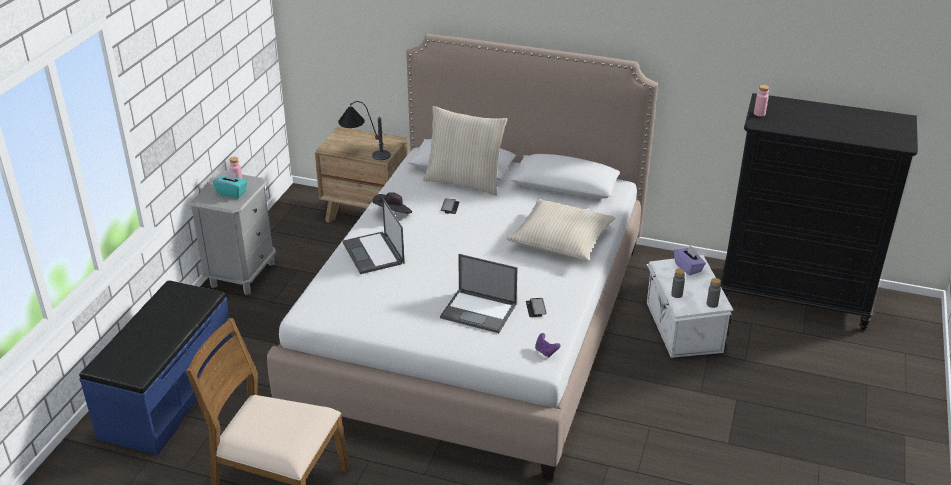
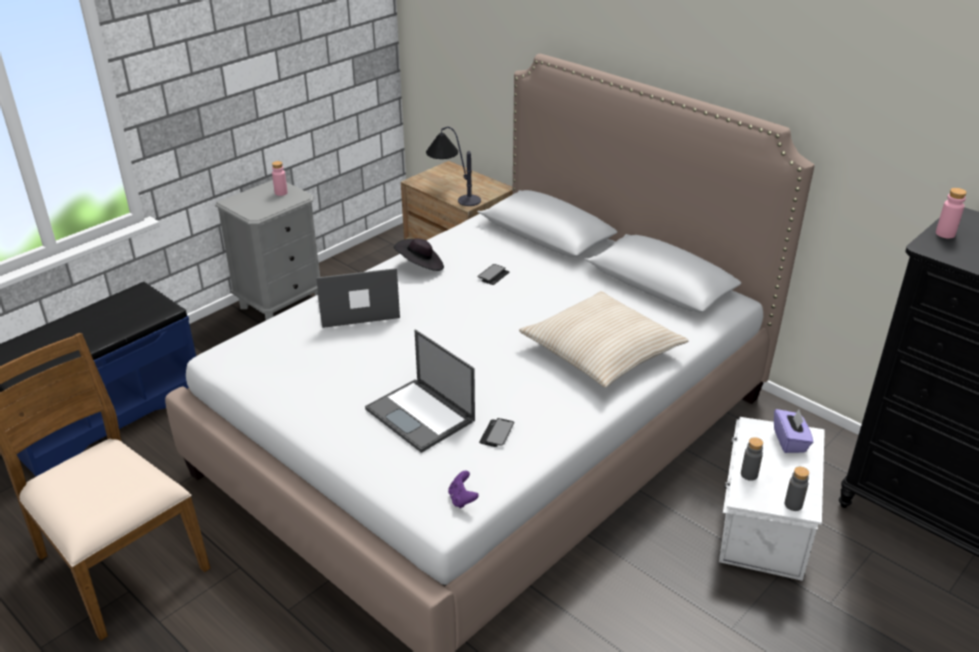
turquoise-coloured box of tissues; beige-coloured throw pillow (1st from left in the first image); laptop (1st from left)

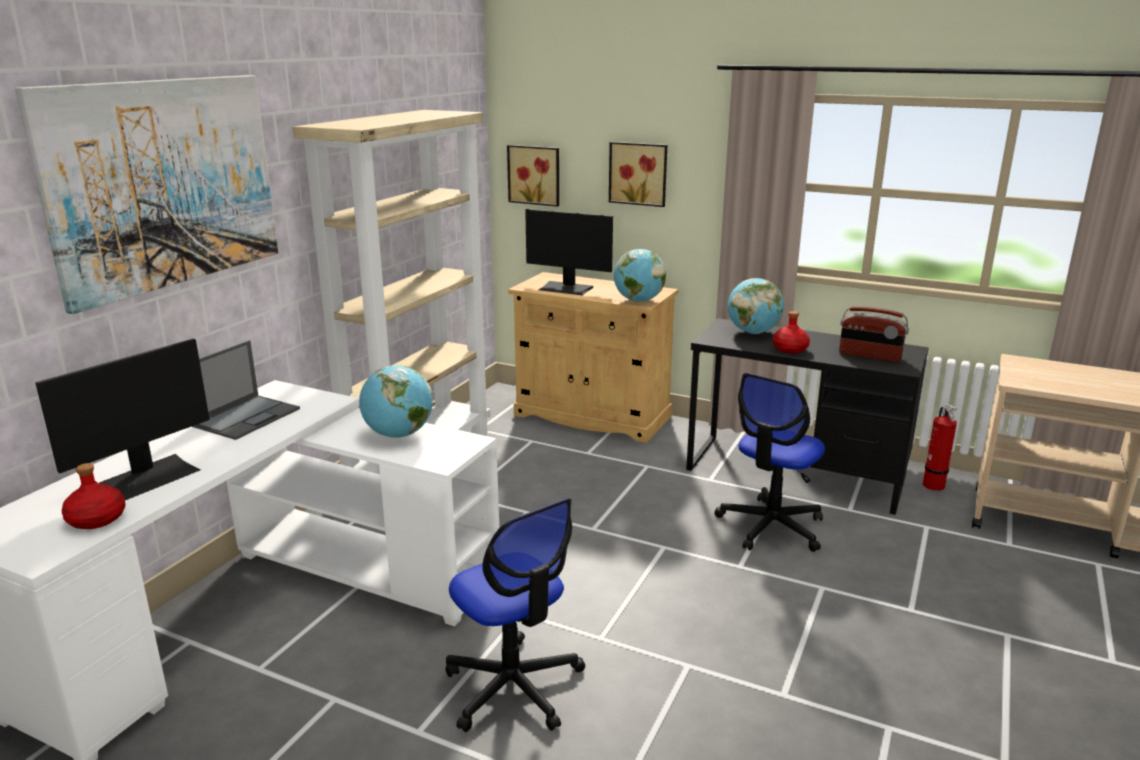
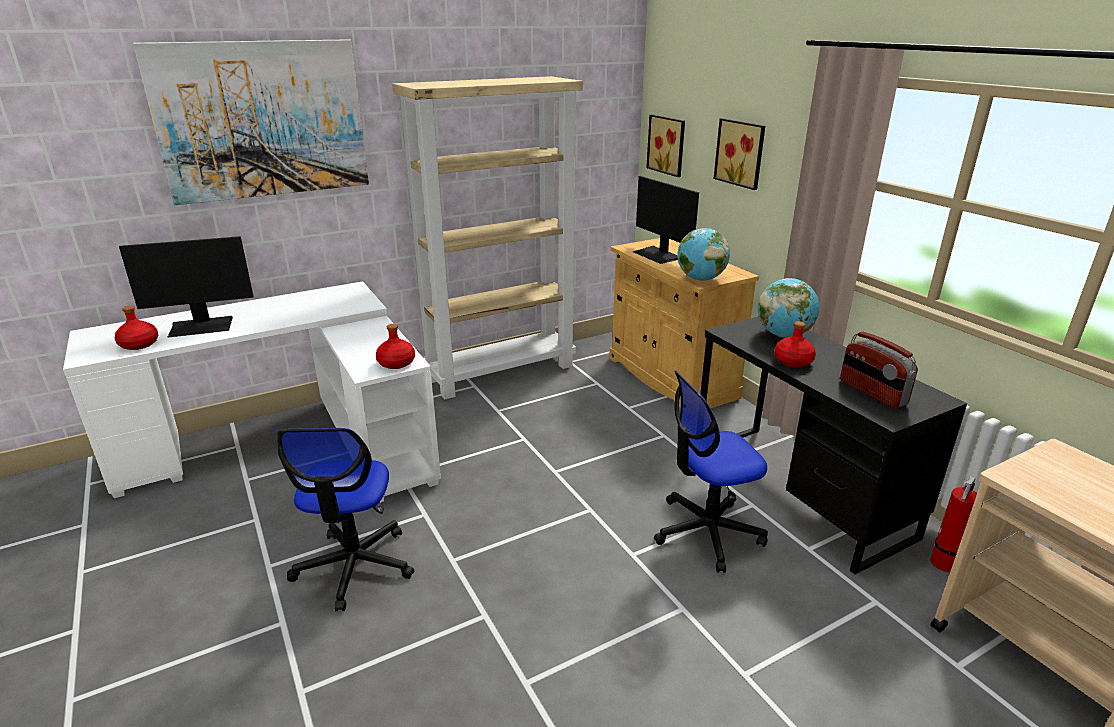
laptop; globe (1st from left in the first image); red-coloured bottle (2nd from left)

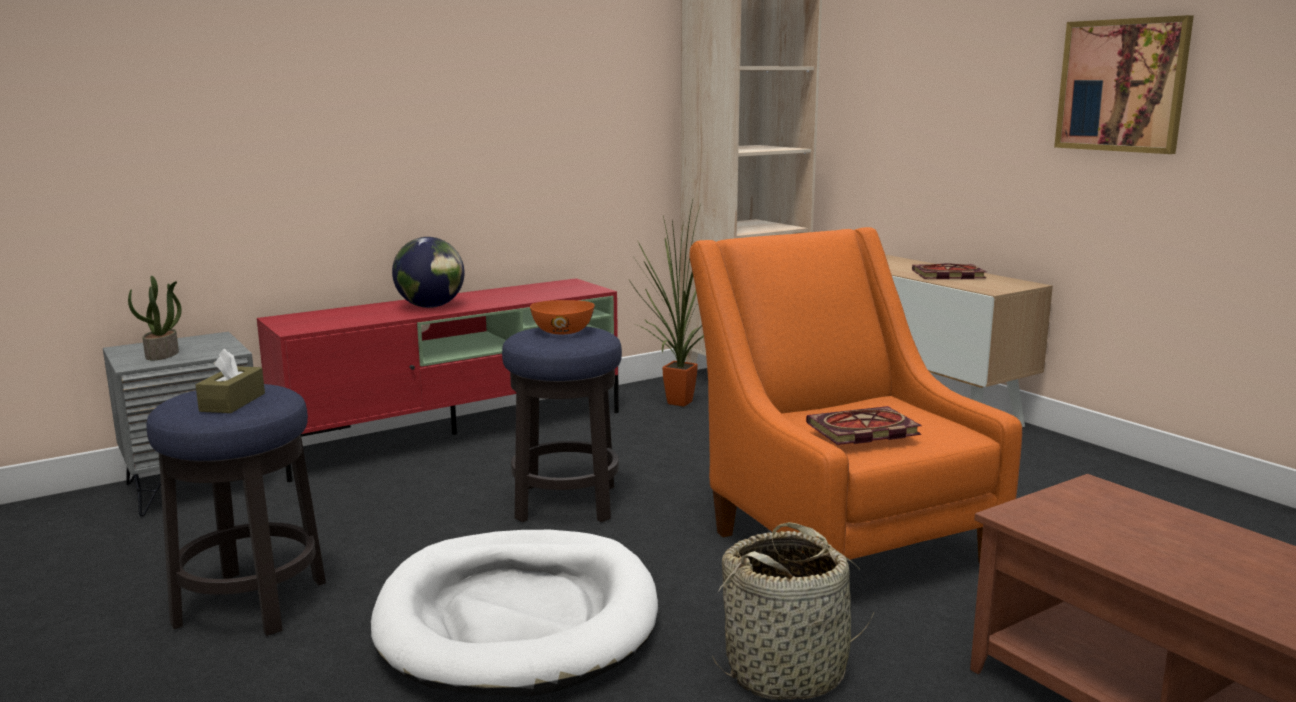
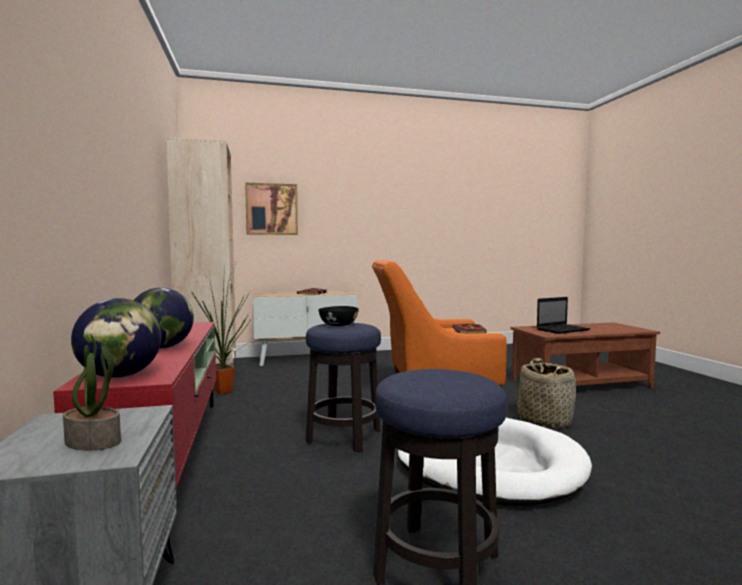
brown-coloured box of tissues; globe (1st from left); laptop; wall picture; black-coloured bowl

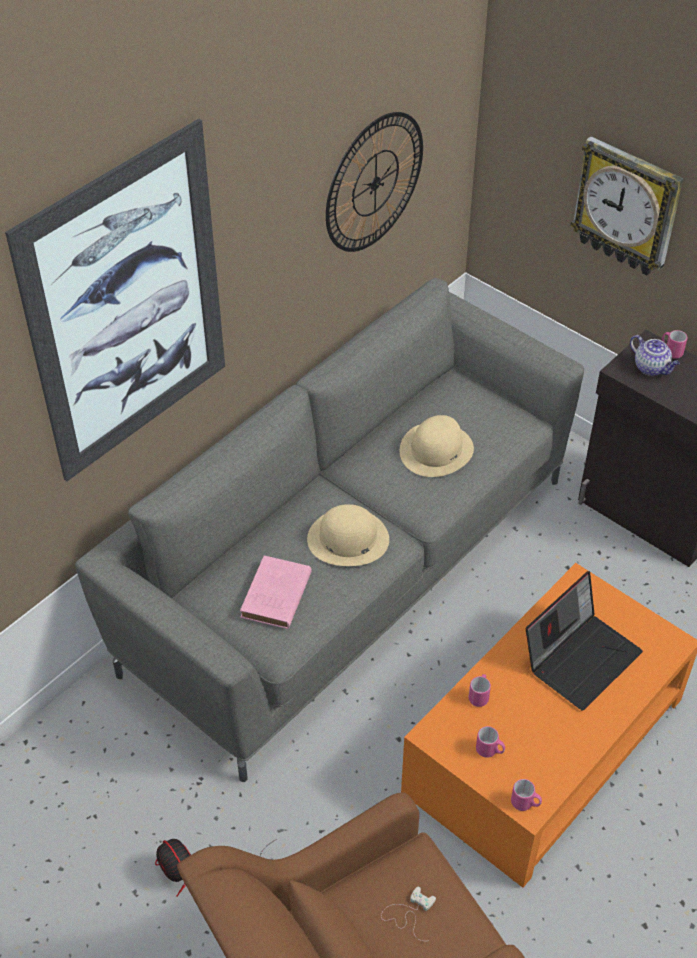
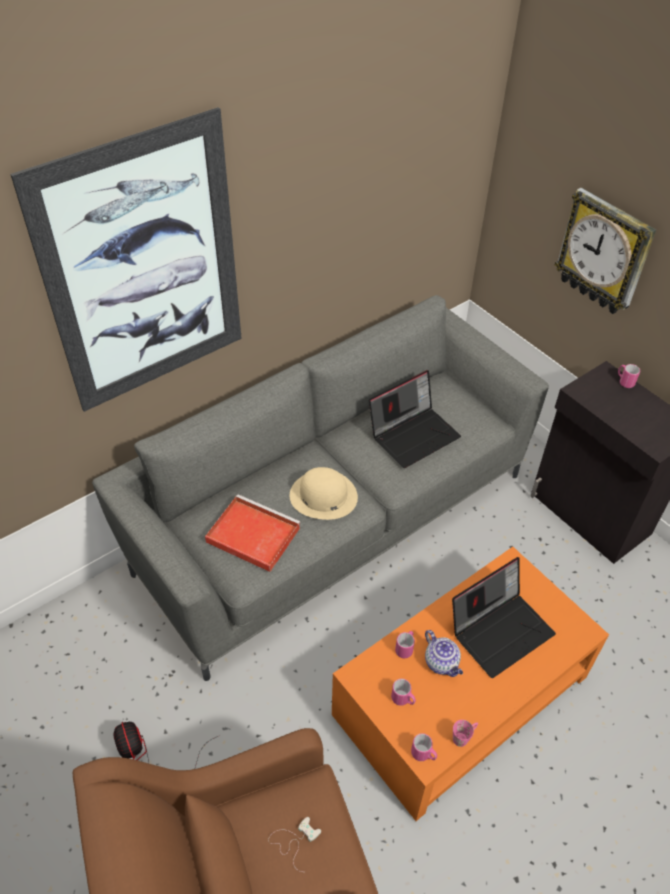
clock on the wall (1st from left in the first image); pinkish coffee mug (4th from left); teapot; red-coloured tray; laptop (1st from left)

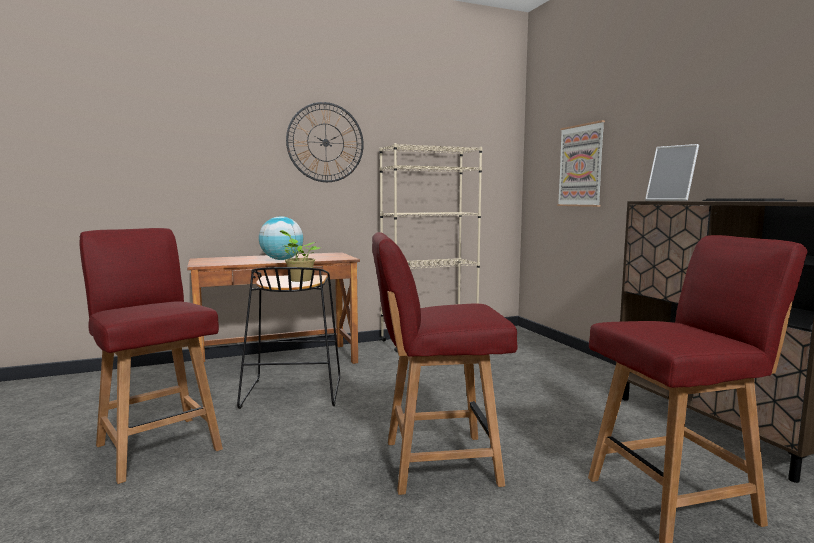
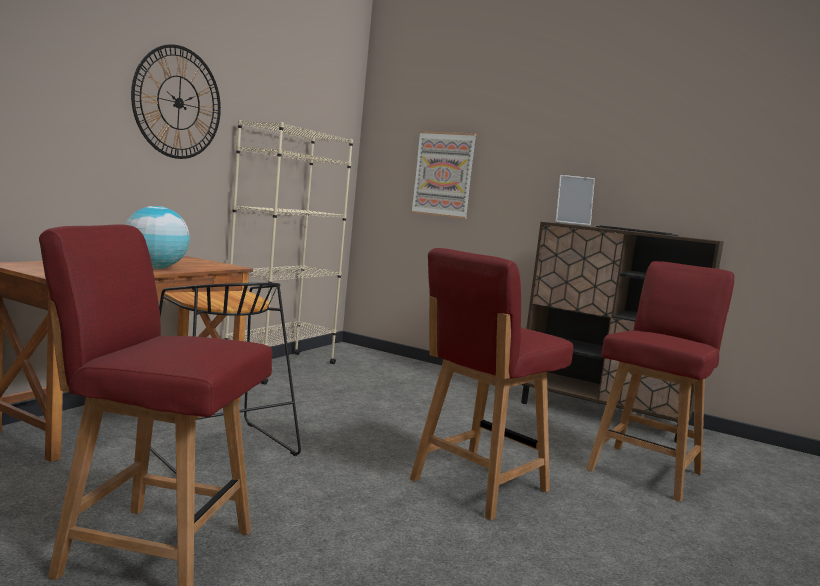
houseplant

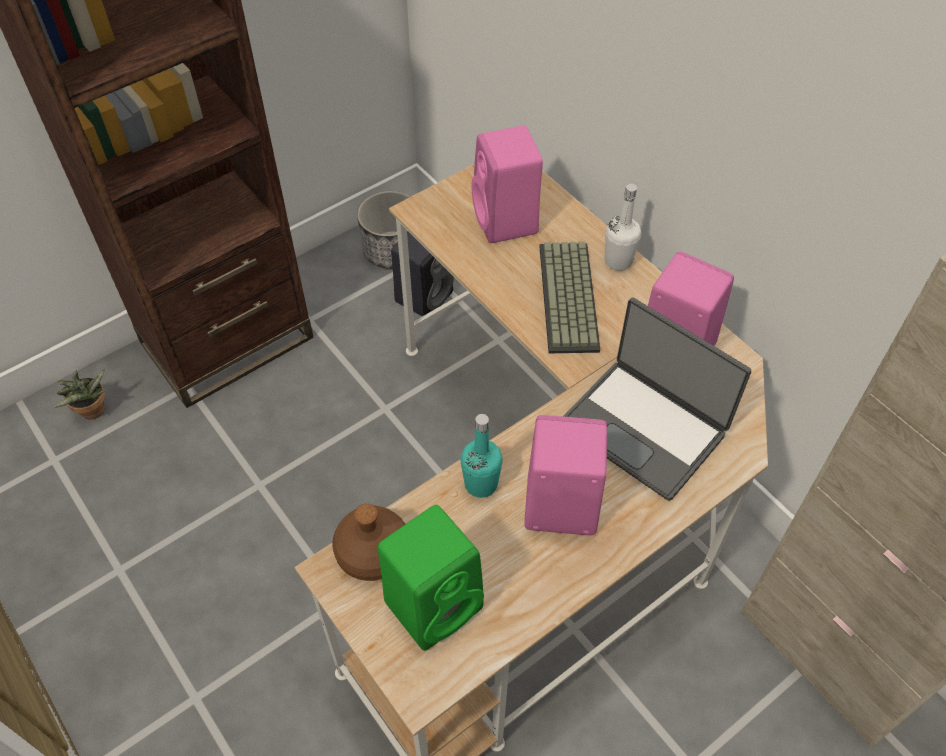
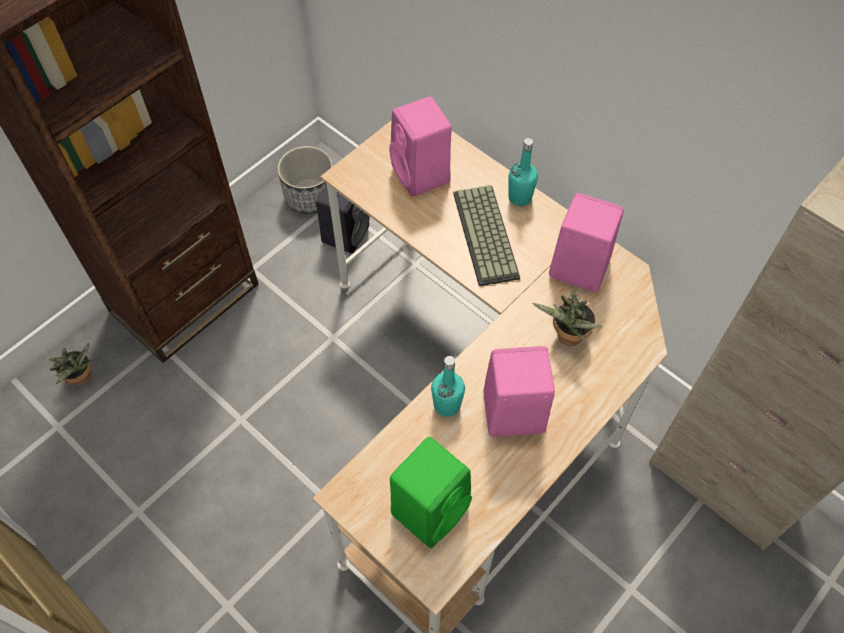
brown-coloured bottle; houseplant (2nd from left); turquoise-coloured bottle (2nd from left)

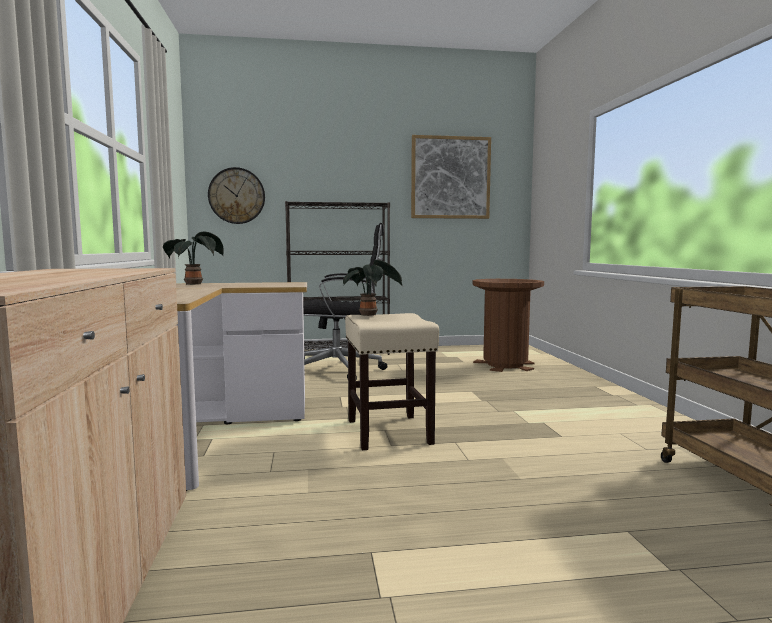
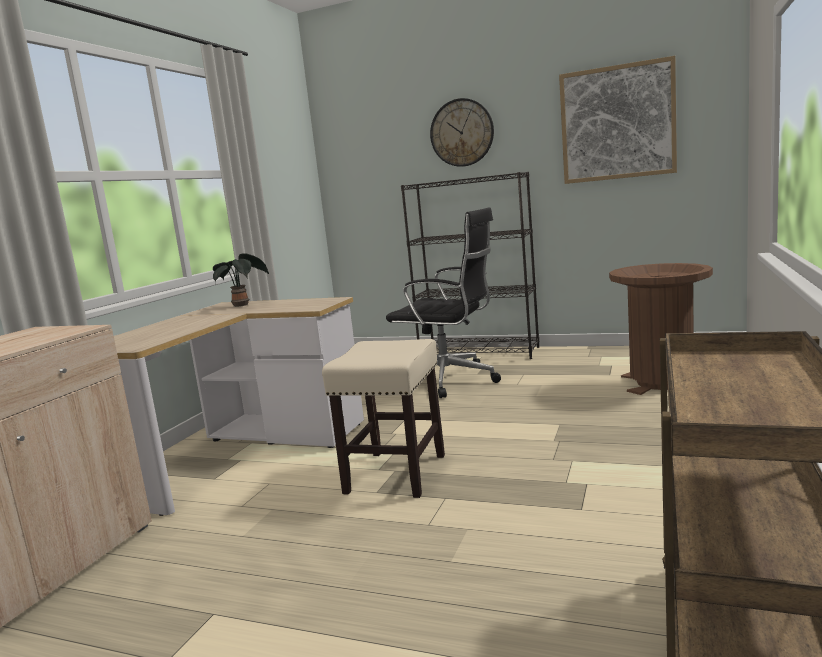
houseplant (2nd from left in the first image); clock on the wall

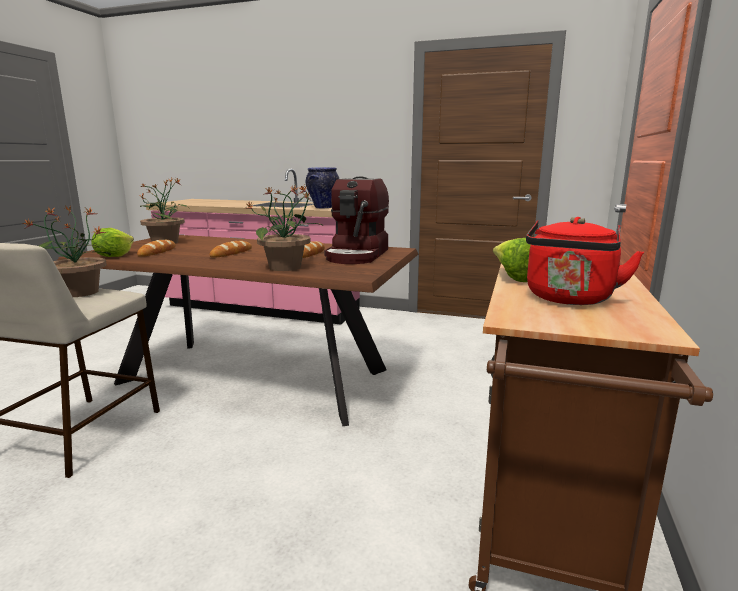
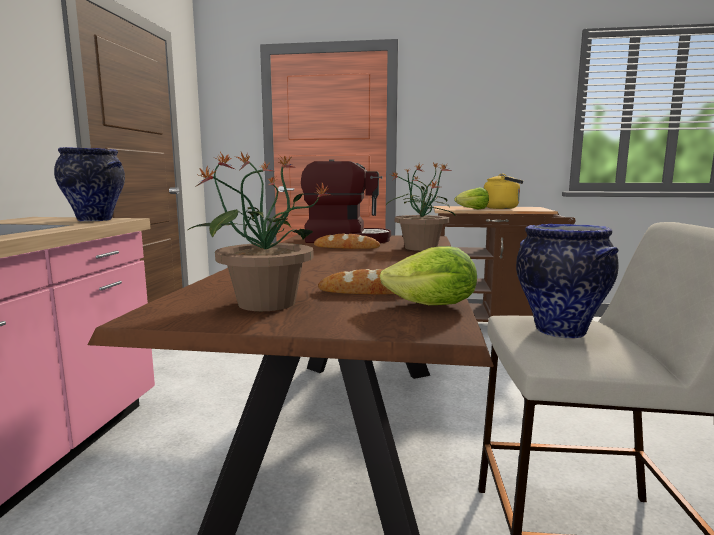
baked bread (2nd from left in the first image); vase (2nd from left); yellow kettle

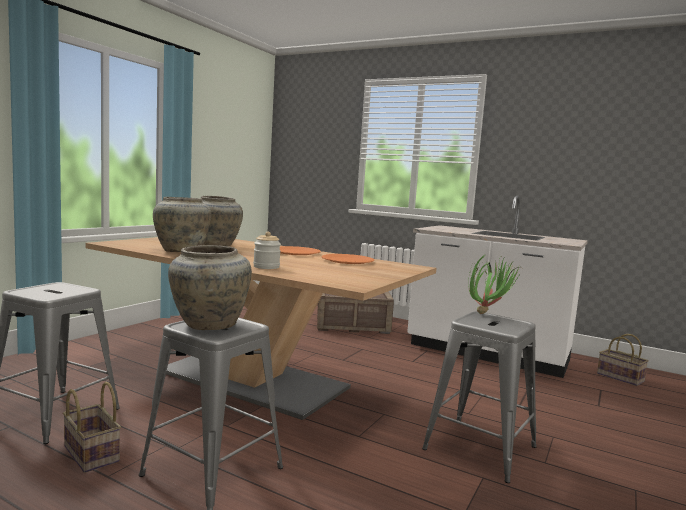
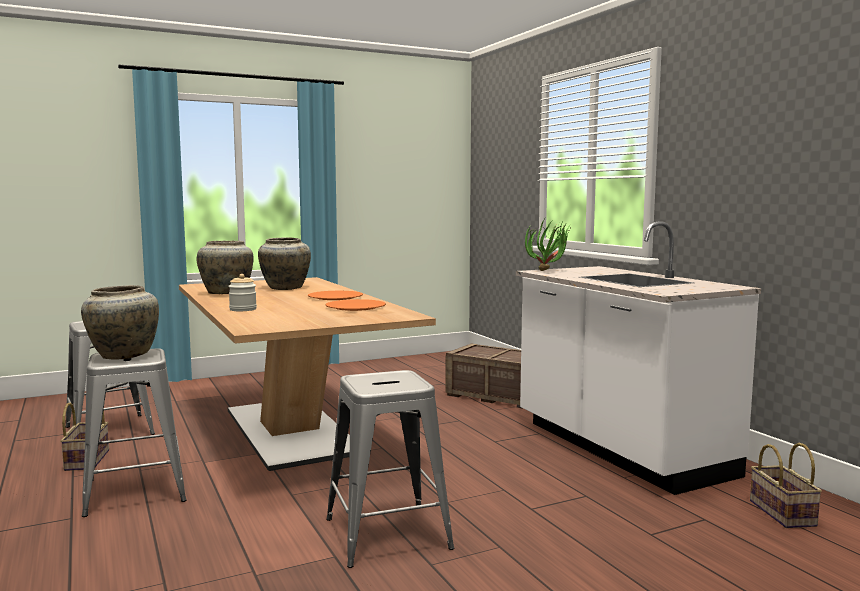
houseplant

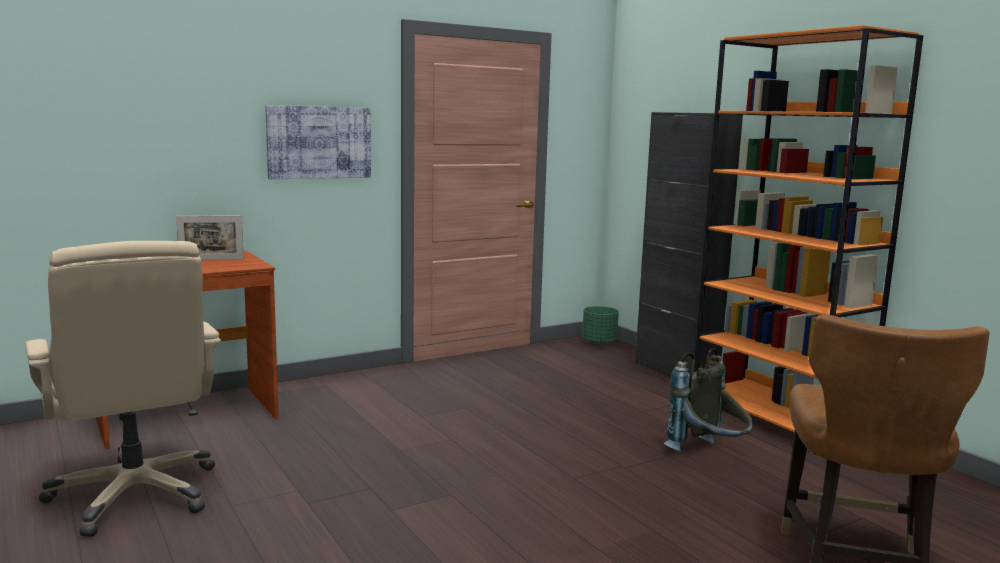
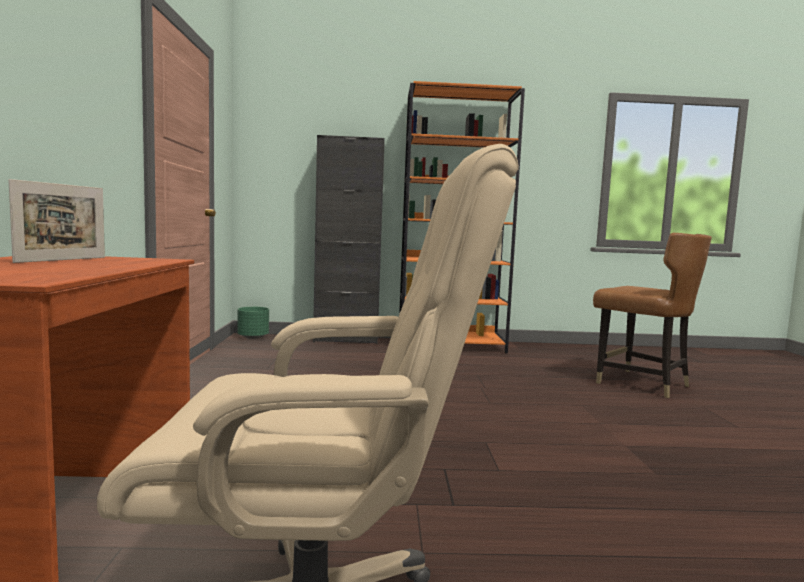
wall picture; grey rucksack

